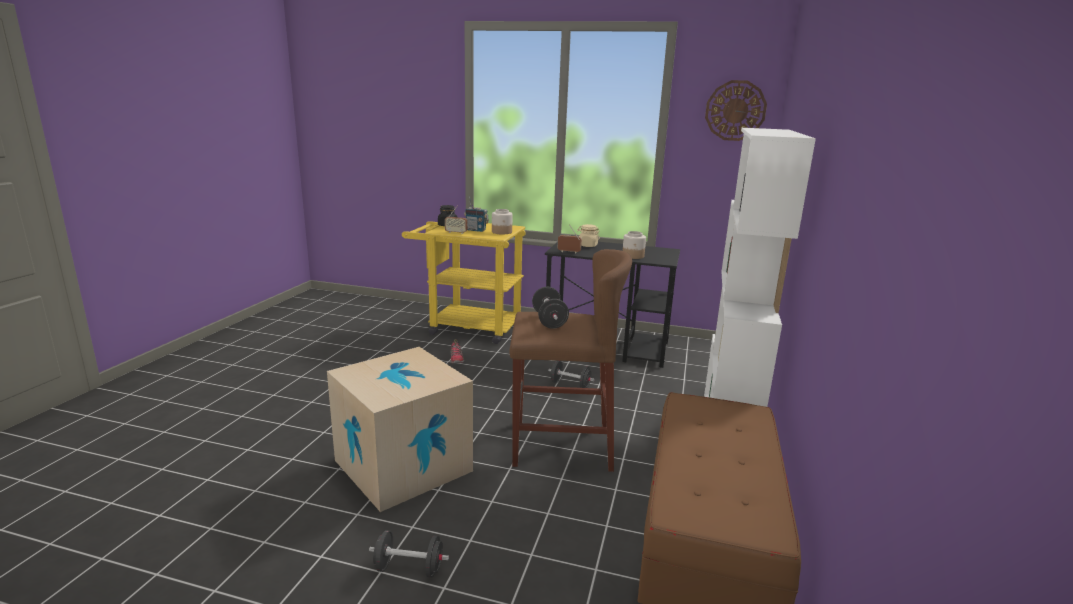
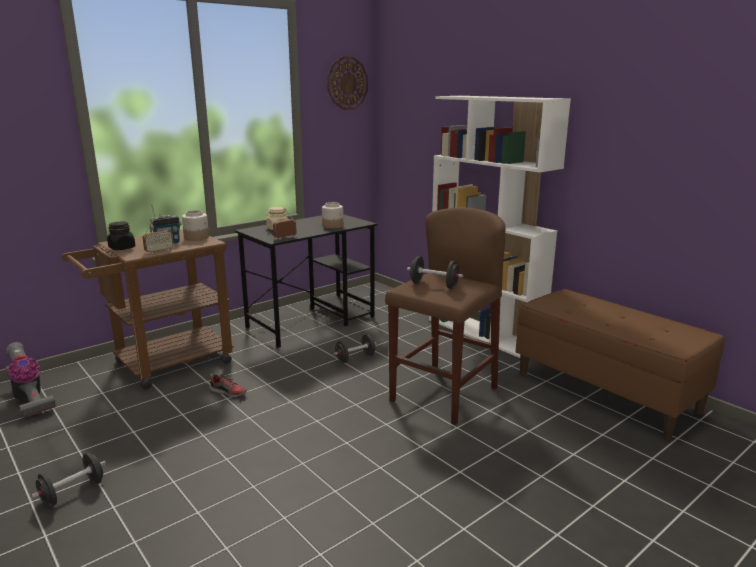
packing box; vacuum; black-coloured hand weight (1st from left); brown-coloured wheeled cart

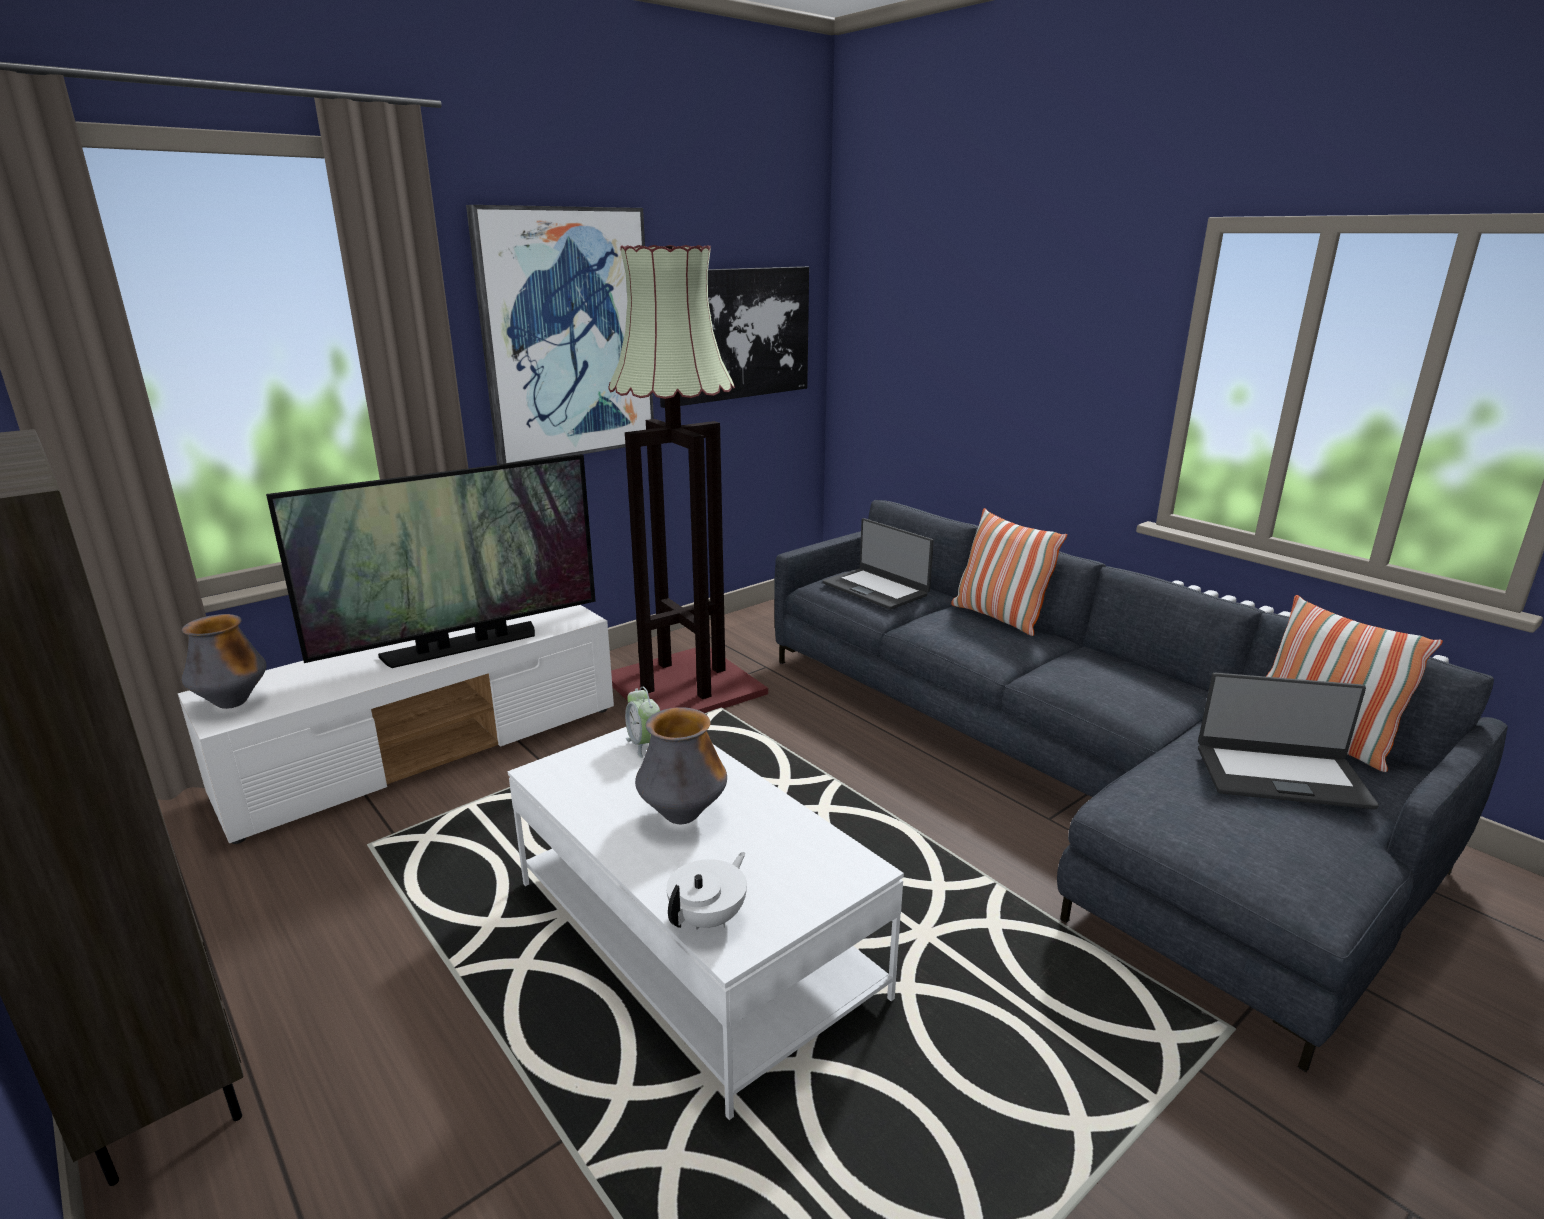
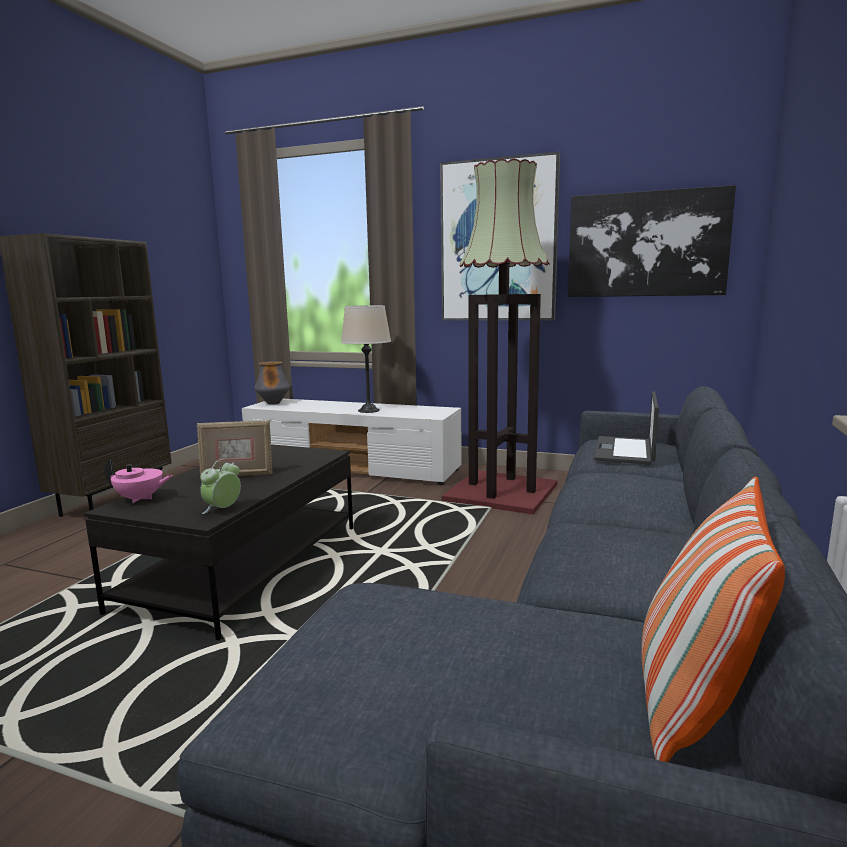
throw pillow (1st from left in the first image); laptop (2nd from left in the first image); table clock; beige-coloured tabletop lamp; standing frame; black-coloured low table; pinkish teapot

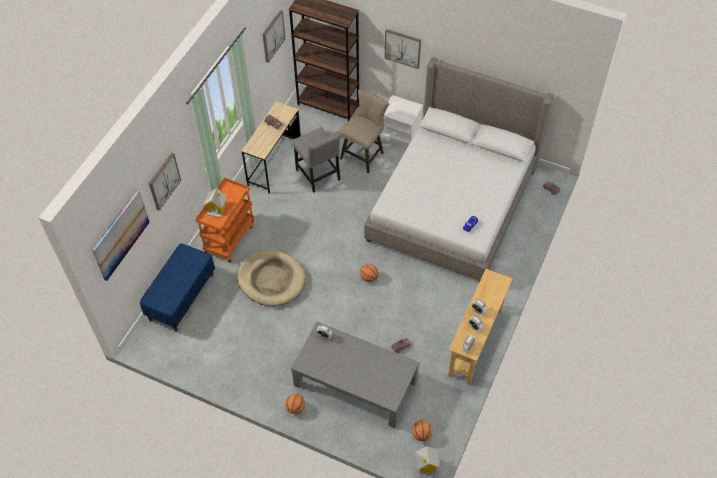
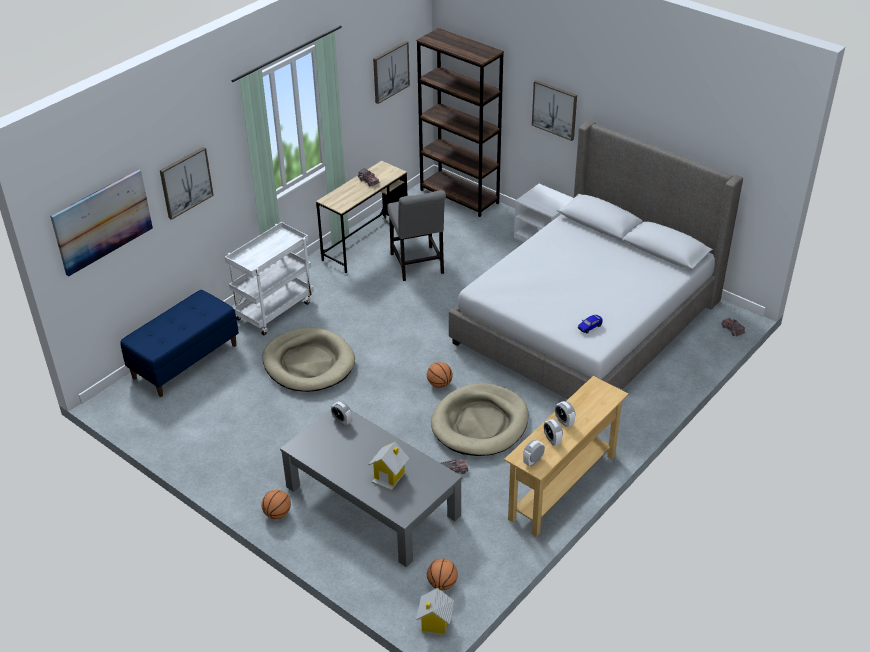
beige-coloured sitting stool; beige-coloured pet bed (2nd from left); model house (1st from left); white wheeled cart

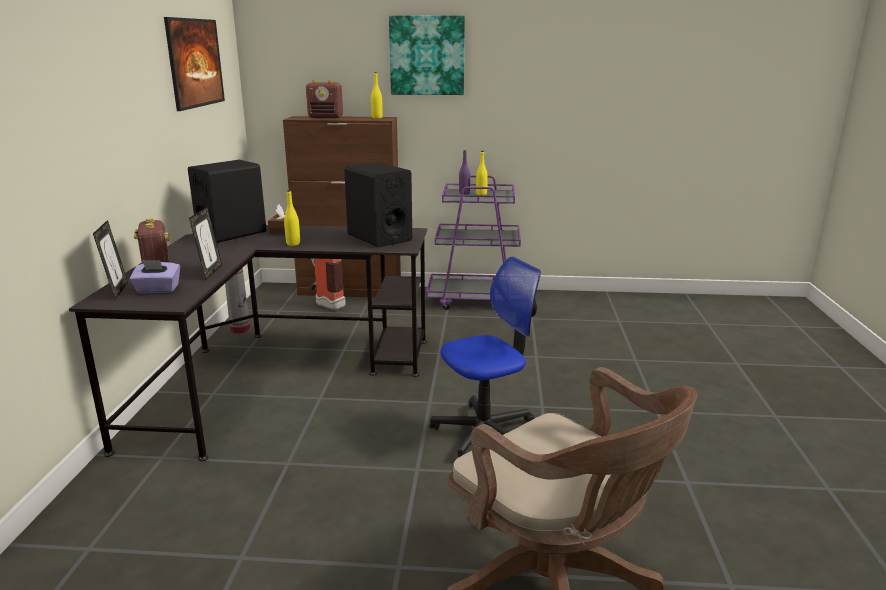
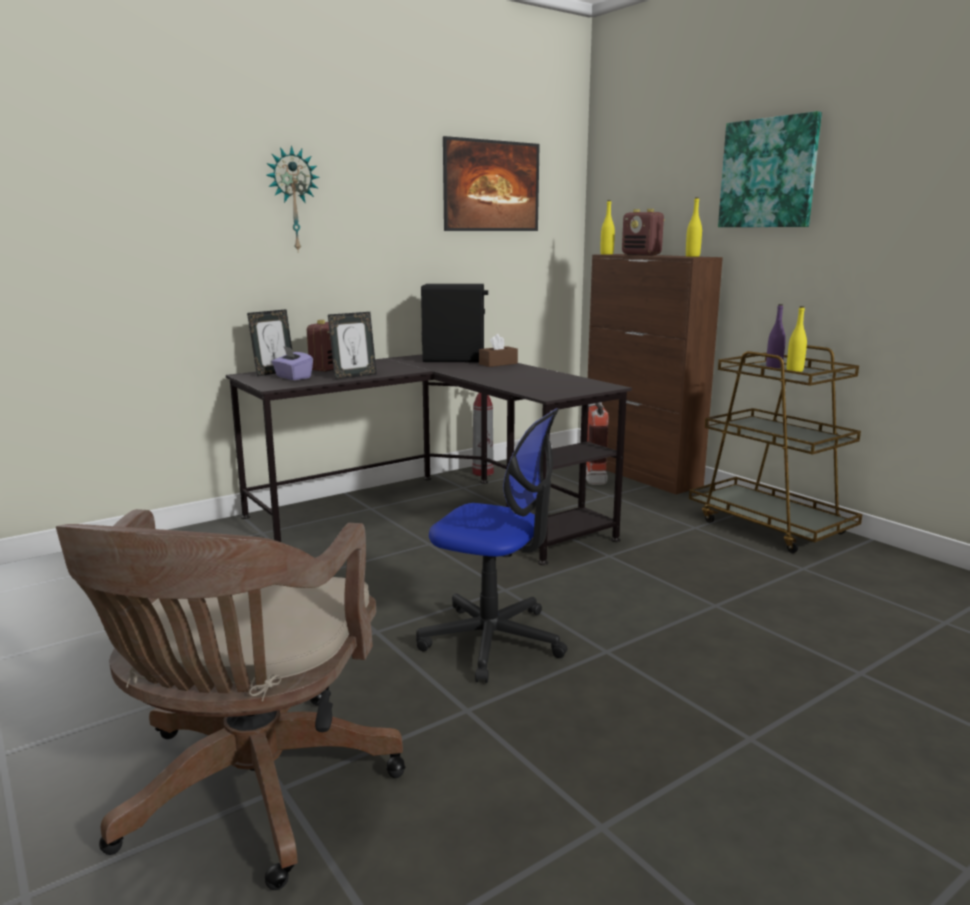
black-coloured loudspeaker (2nd from left in the first image); clock on the wall; yellow bottle (1st from left); brown-coloured wheeled cart

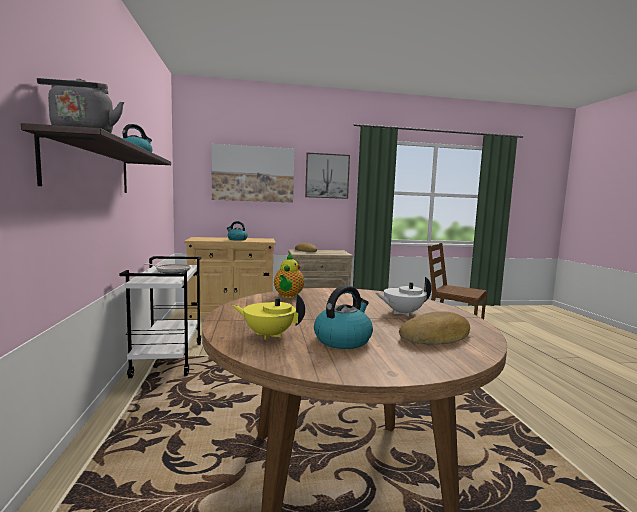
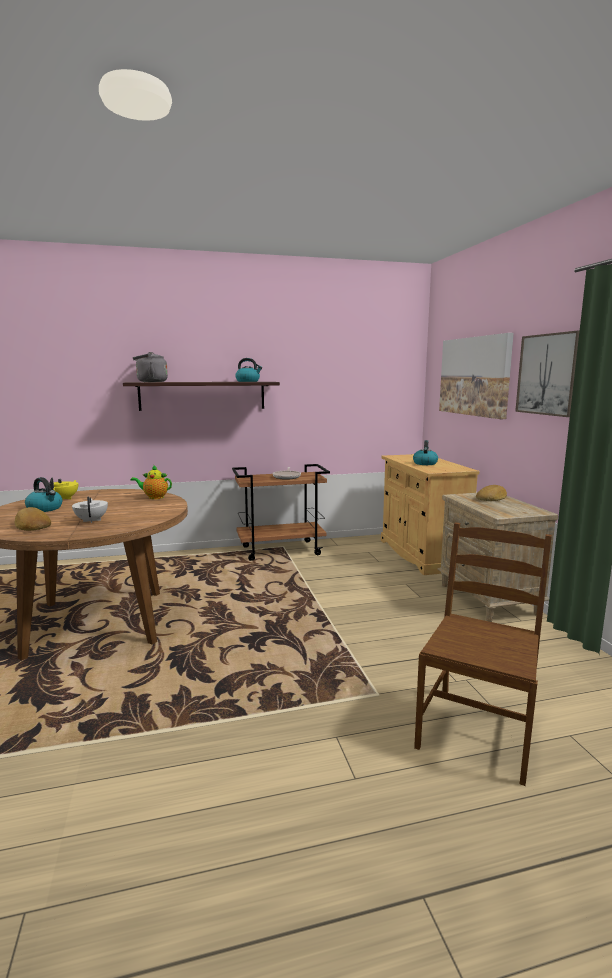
brown-coloured wheeled cart

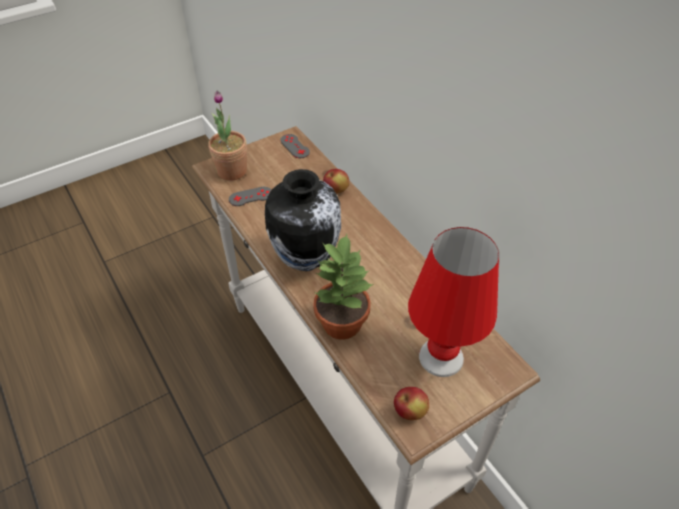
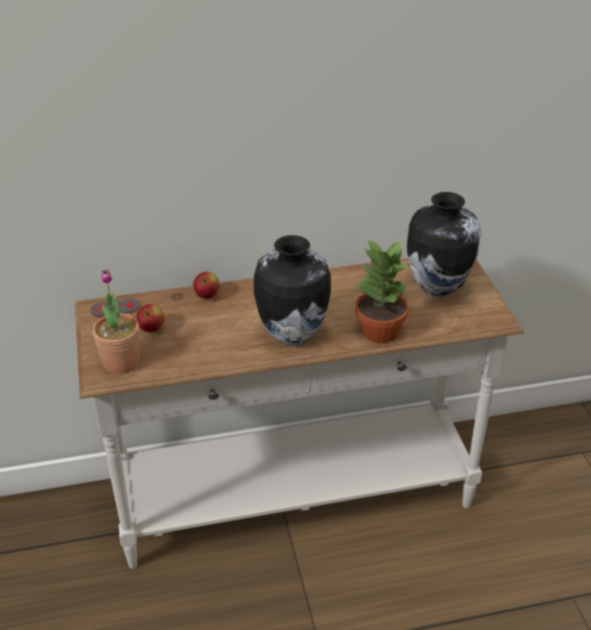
grey joypad (1st from left in the first image); whole apple (1st from left); vase (2nd from left)

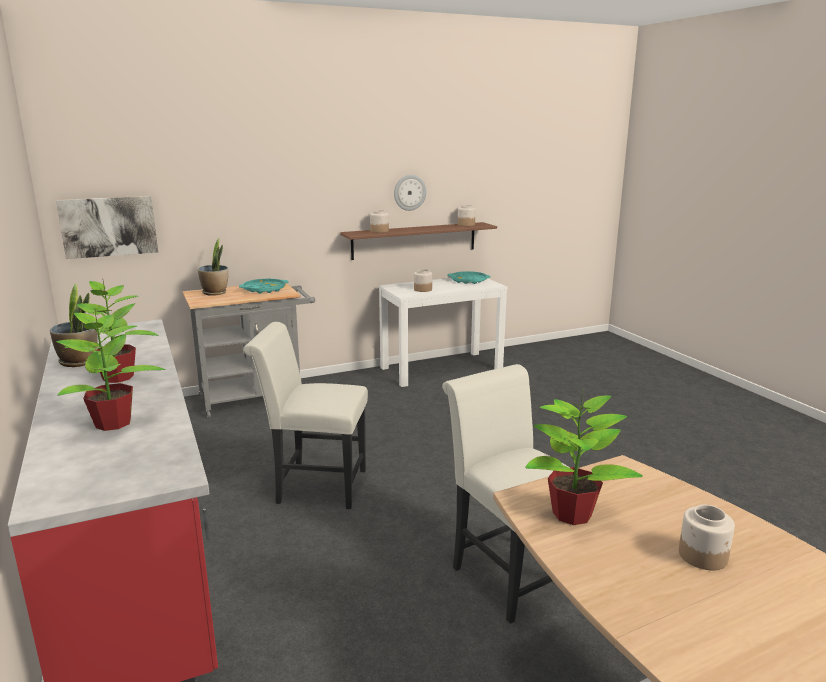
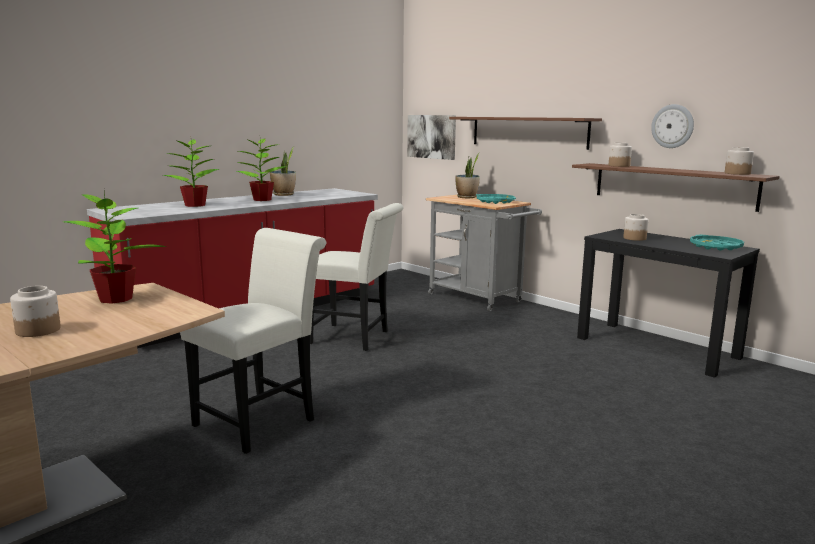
brown-coloured shelf (1st from left); black-coloured hall table; white chair (2nd from left)

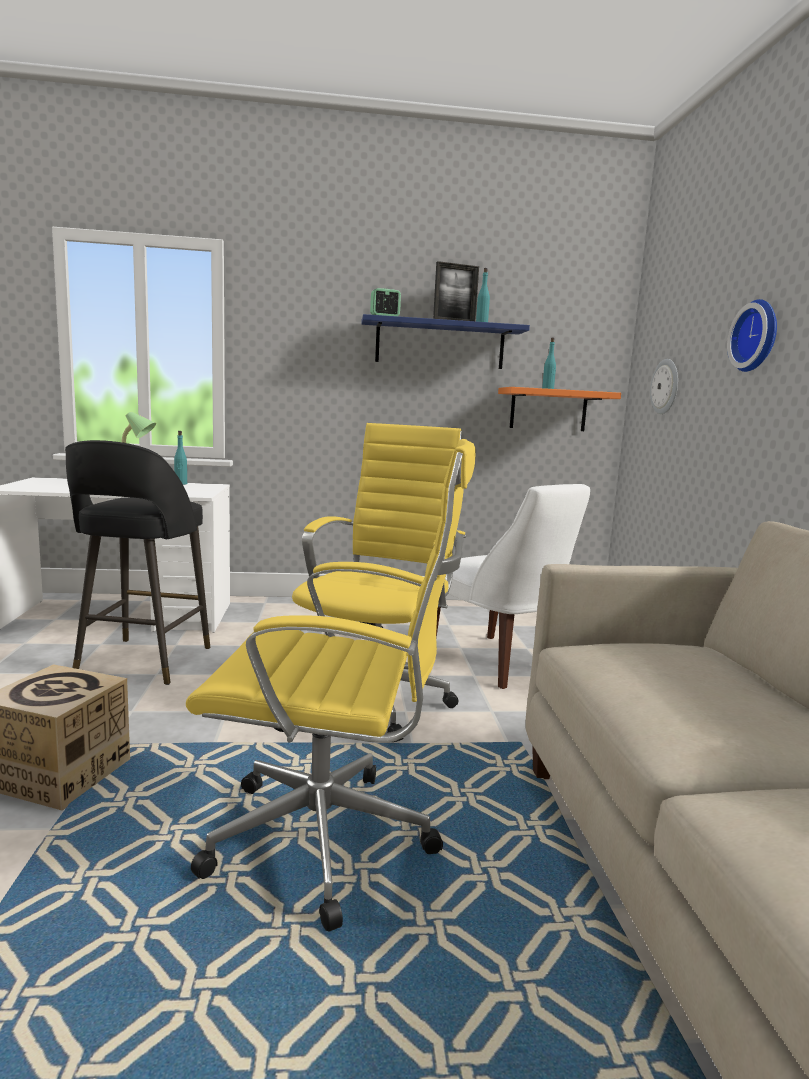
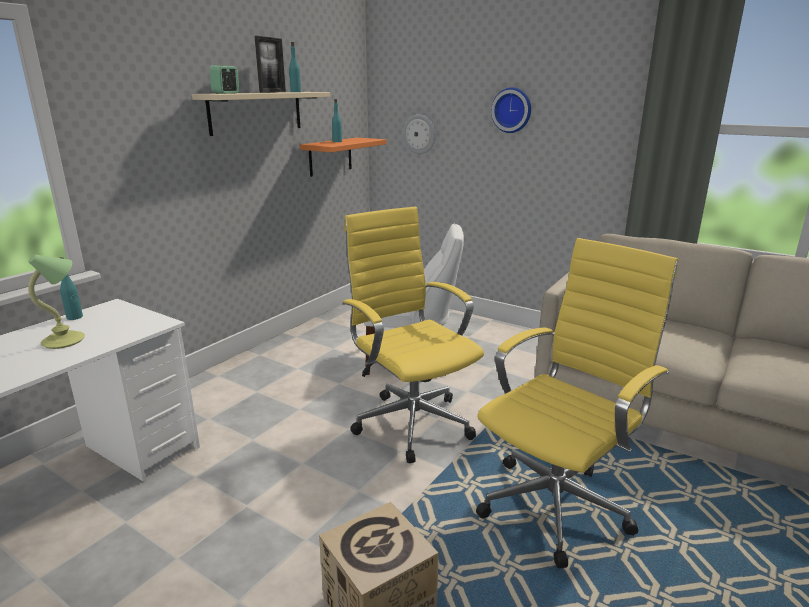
black-coloured sitting stool; beige-coloured shelf

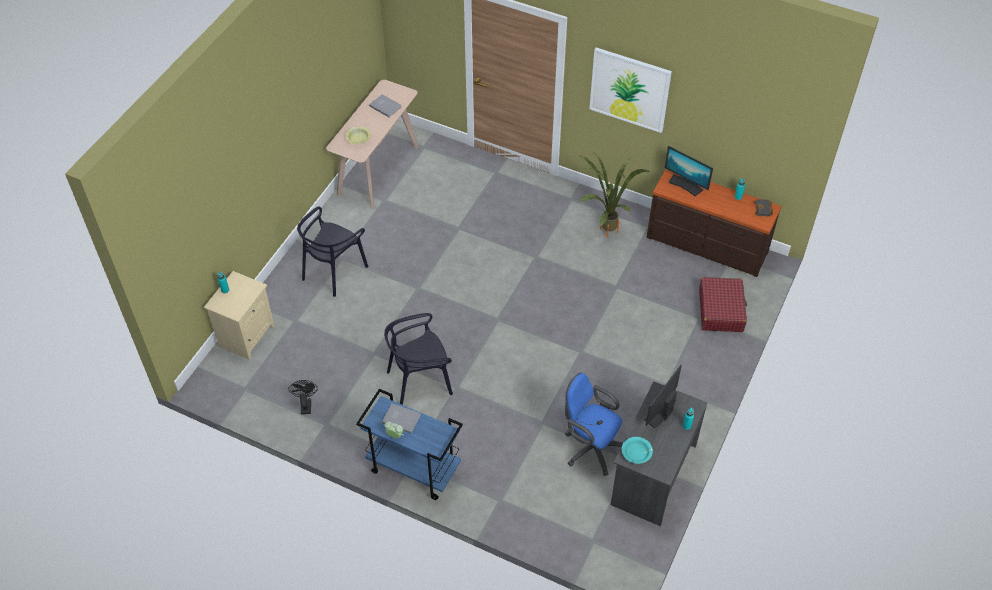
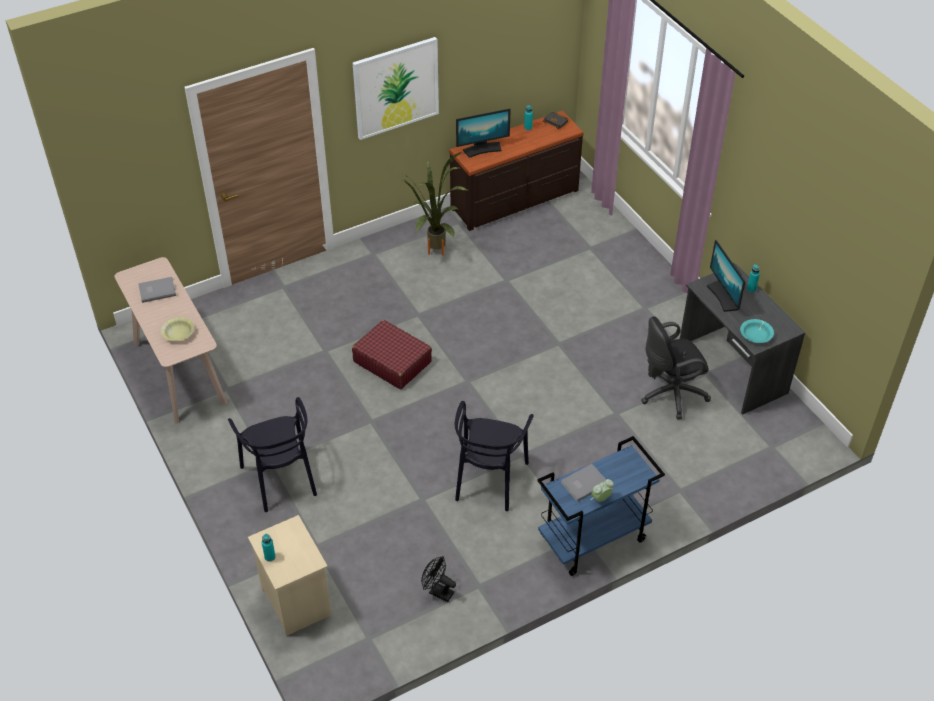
red-coloured piece of luggage; black-coloured office chair

